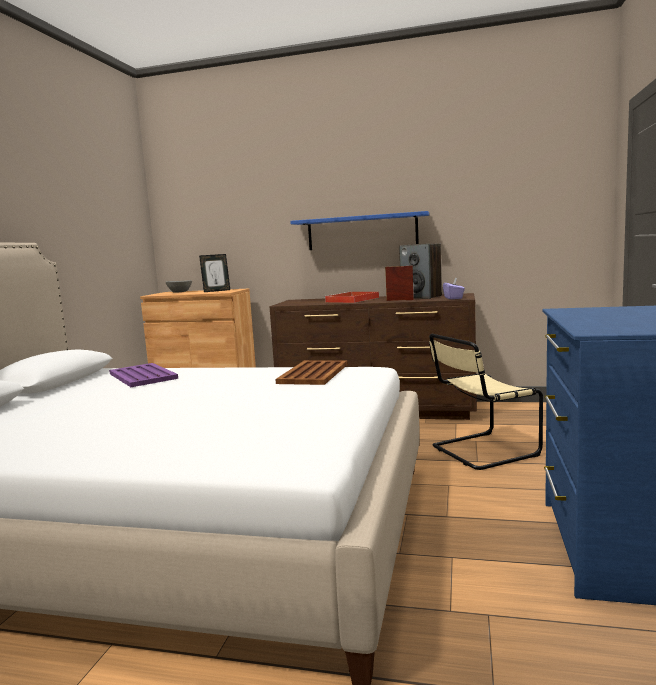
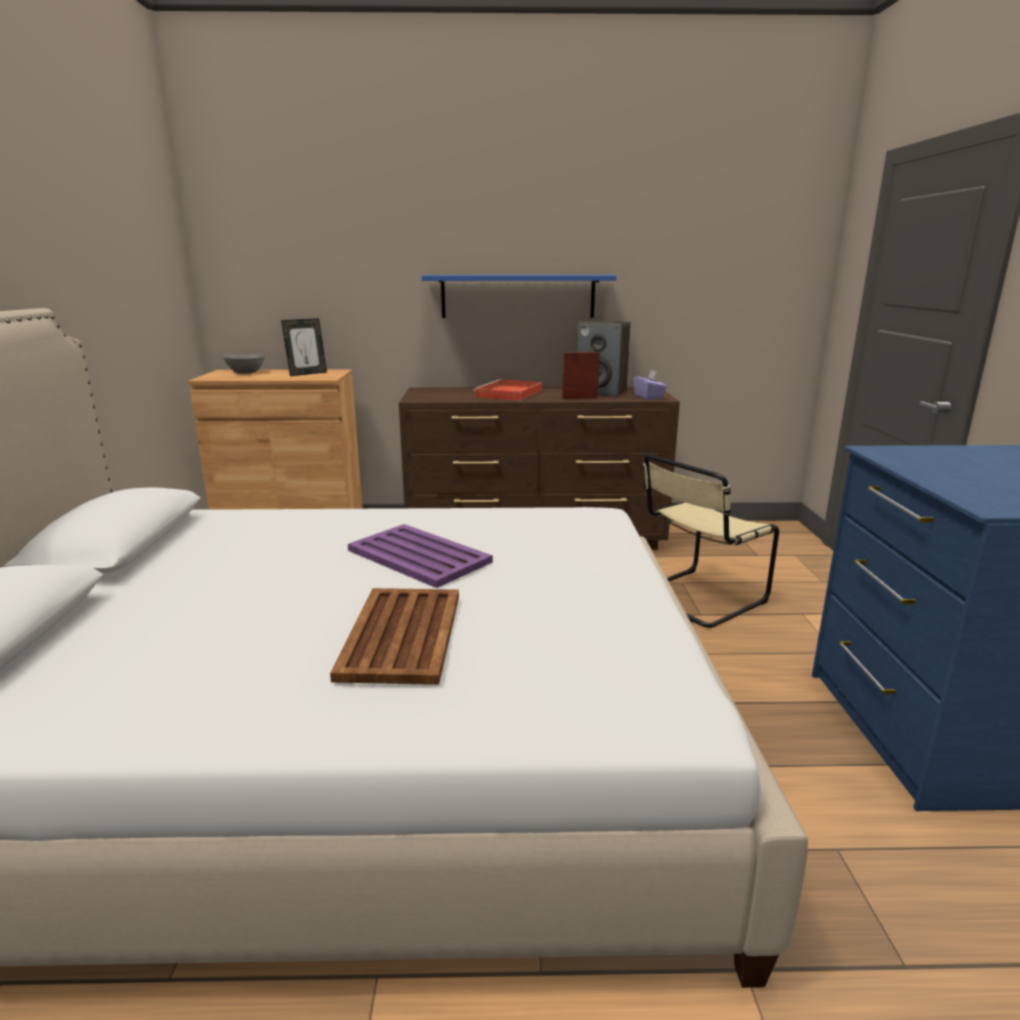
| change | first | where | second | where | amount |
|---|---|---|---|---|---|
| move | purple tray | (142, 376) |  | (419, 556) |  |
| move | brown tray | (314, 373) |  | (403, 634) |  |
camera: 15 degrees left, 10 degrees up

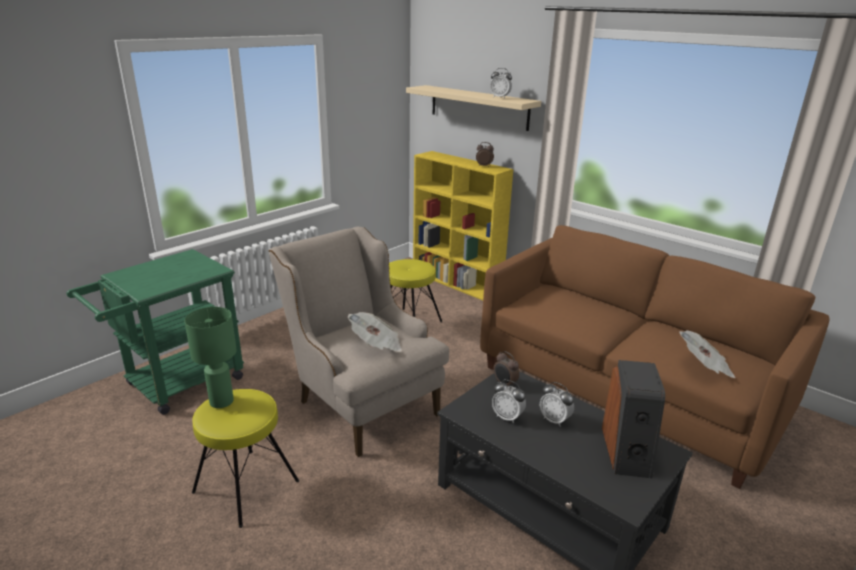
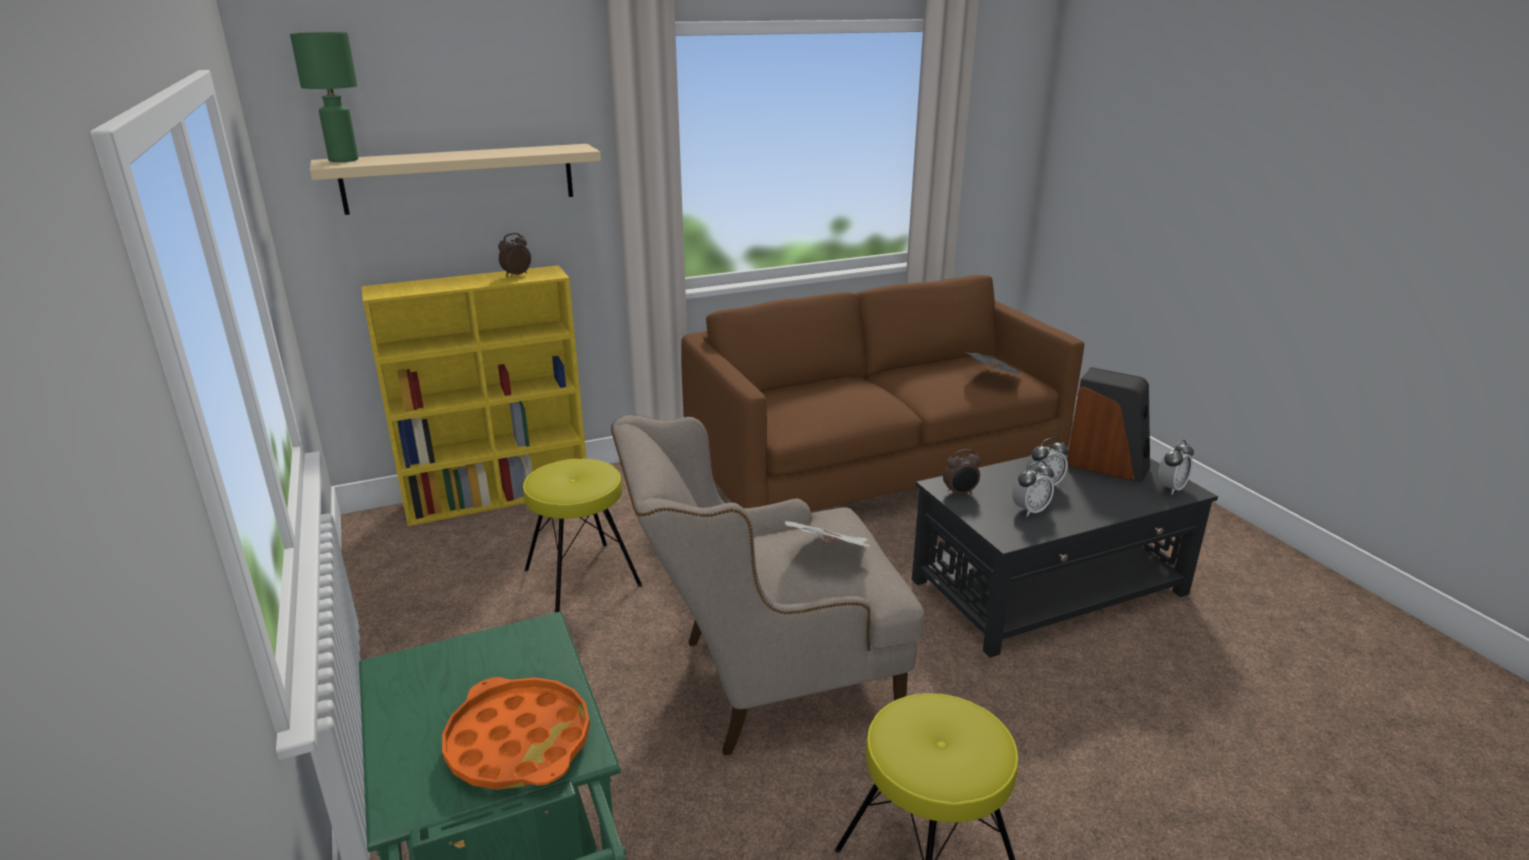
| change | first | where | second | where | amount |
|---|---|---|---|---|---|
| move | green table lamp | (221, 401) |  | (342, 160) |  |
| move | alarm clock | (500, 97) |  | (1170, 488) |  |
| insert |  |  | orange tray | (519, 742) |  |
camera: 65 degrees left, 0 degrees up

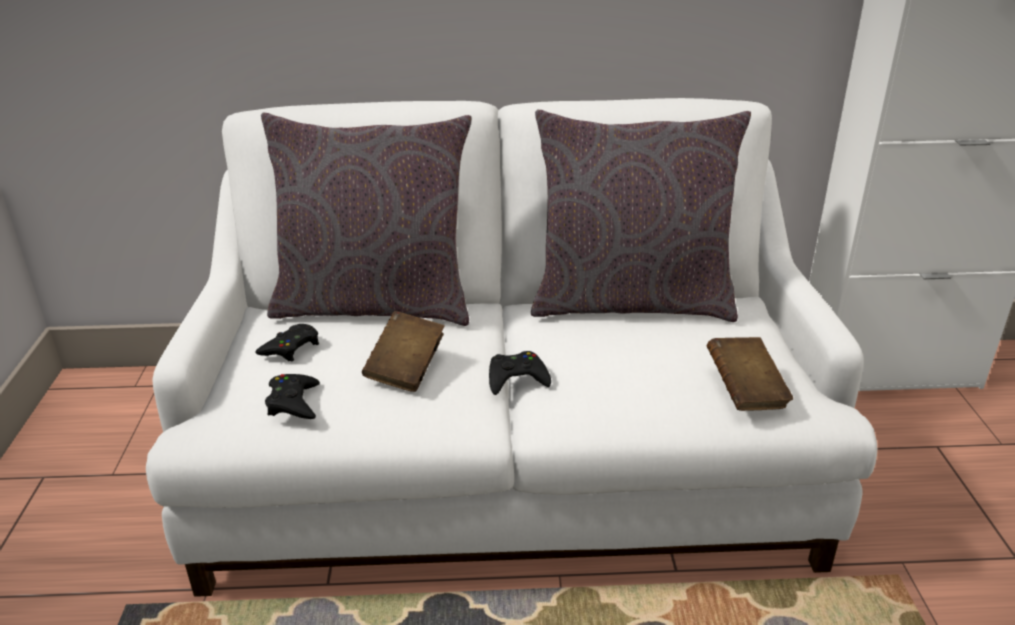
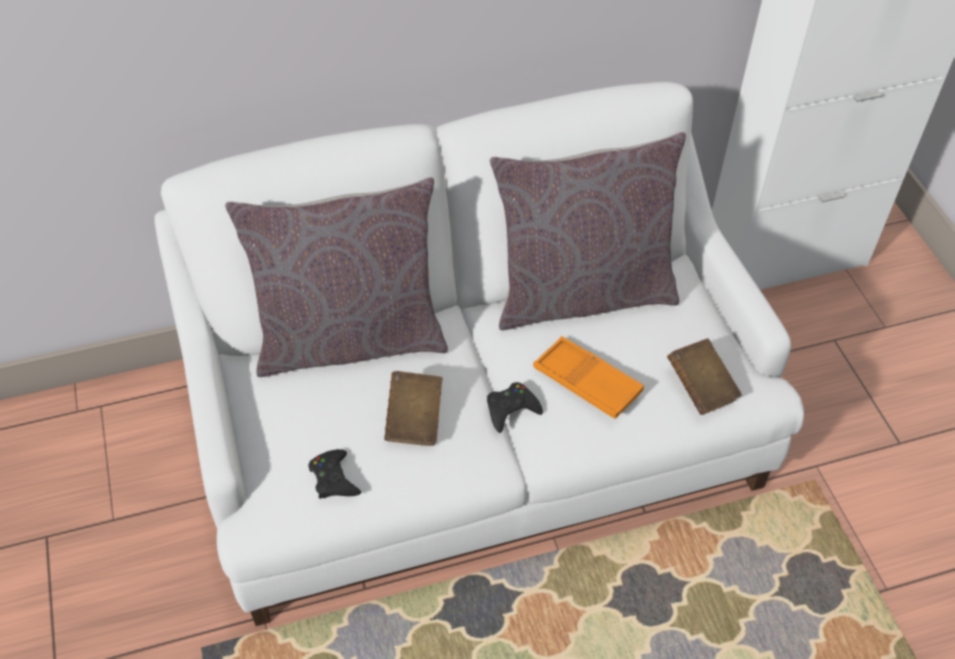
| change | first | where | second | where | amount |
|---|---|---|---|---|---|
| delete | black game controller | (291, 347) |  |  |  |
| insert |  |  | orange tray | (586, 382) |  |
camera: 15 degrees left, 20 degrees up

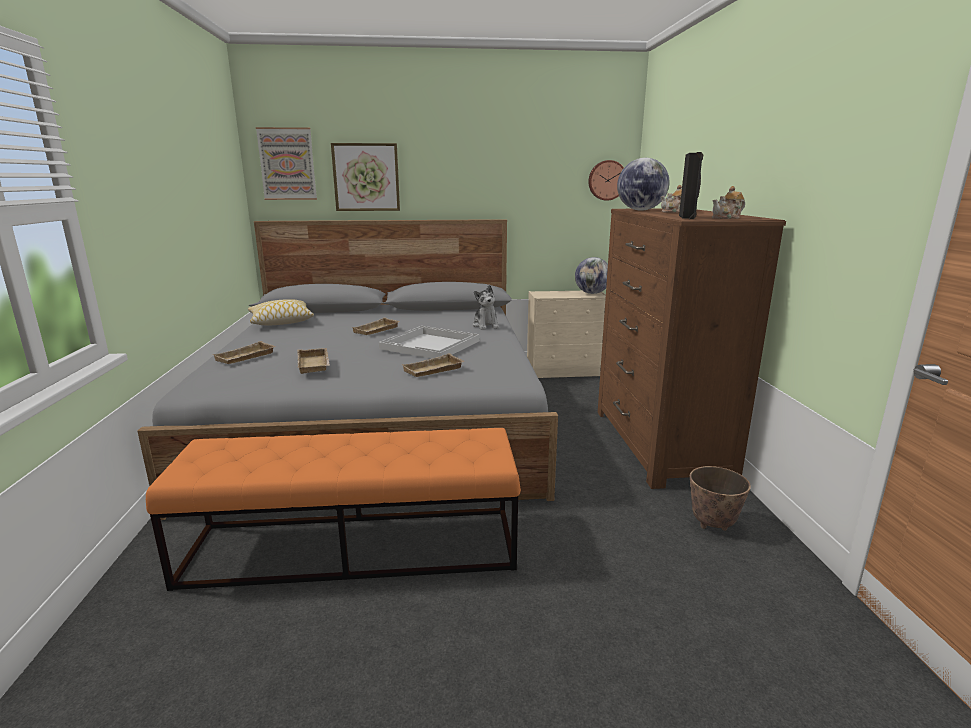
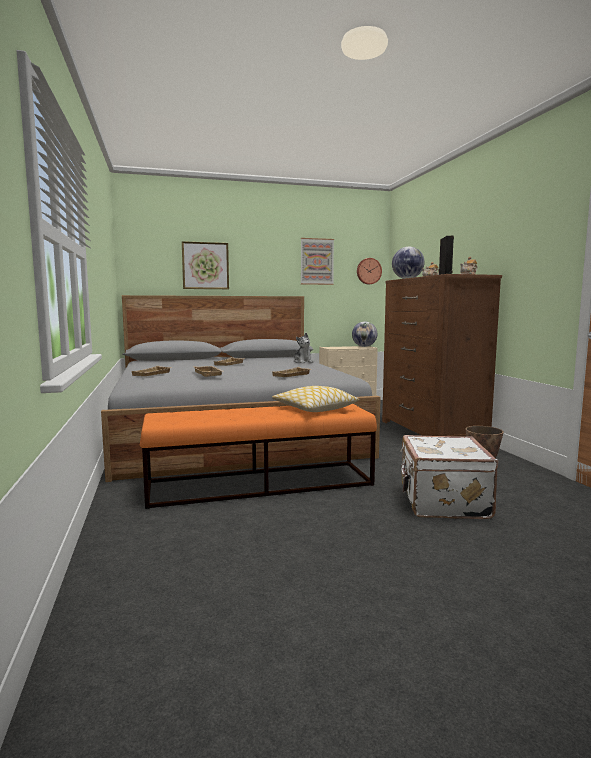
| change | first | where | second | where | amount |
|---|---|---|---|---|---|
| move | pillow | (281, 321) |  | (314, 409) |  |
| move | picture | (287, 164) |  | (317, 261) |  |
| delete | white tray | (430, 345) |  |  |  |
| insert |  |  | white suitcase | (442, 502) |  |
camera: 10 degrees left, 10 degrees down

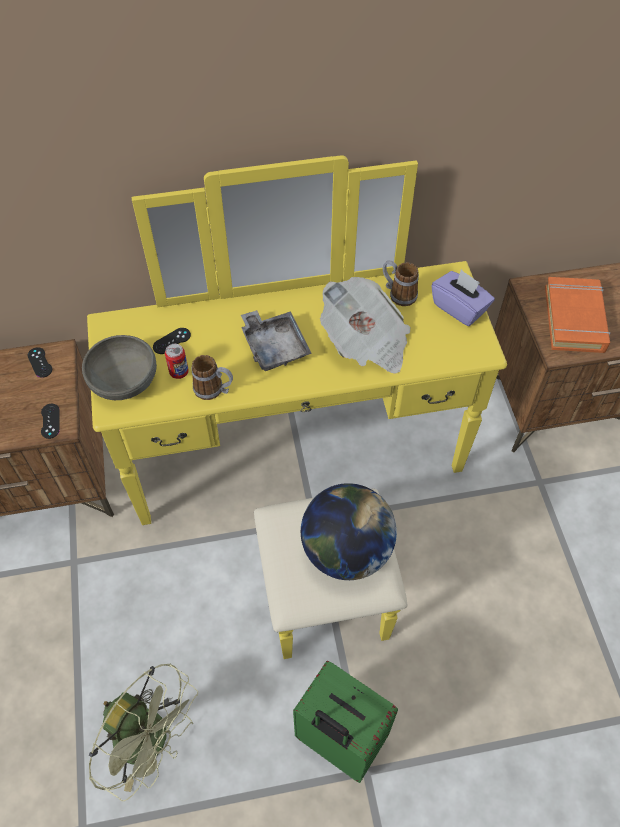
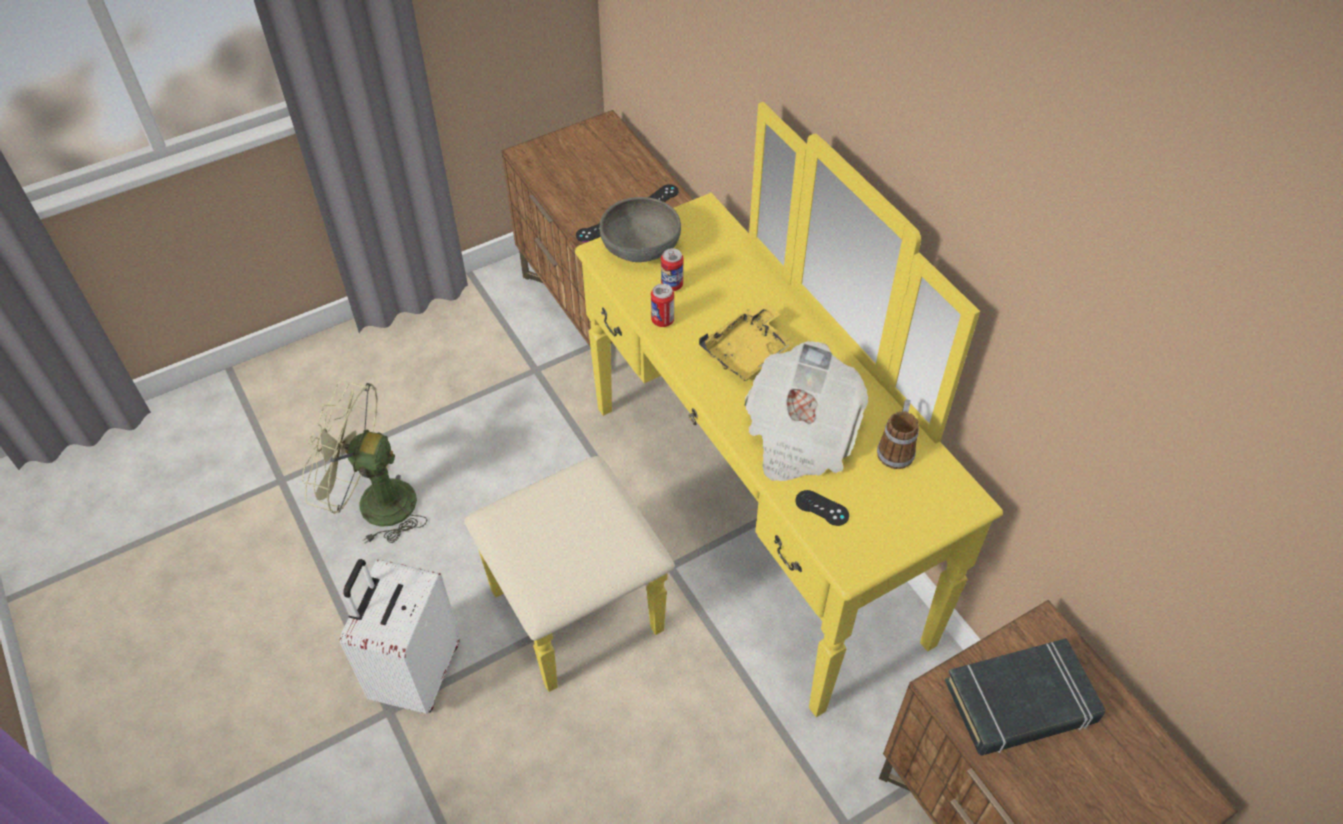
| change | first | where | second | where | amount |
|---|---|---|---|---|---|
| rotate | green fan | (152, 741) |  | (374, 503) | 90 degrees clockwise |
| move | black game controller | (171, 341) |  | (822, 508) |  |
| replace | mug | (214, 390) | can | (662, 320) |  |
| recolor | grey tray | (274, 346) | yellow tray | (748, 352) |  |
| recolor | green suitcase | (338, 740) | white suitcase | (416, 673) |  |
| delete | globe | (346, 551) |  |  |  |
| delete | purple tissue box | (459, 308) |  |  |  |
| recolor | orange book | (575, 319) | black book | (1021, 702) |  |
camera: 70 degrees right, 5 degrees down

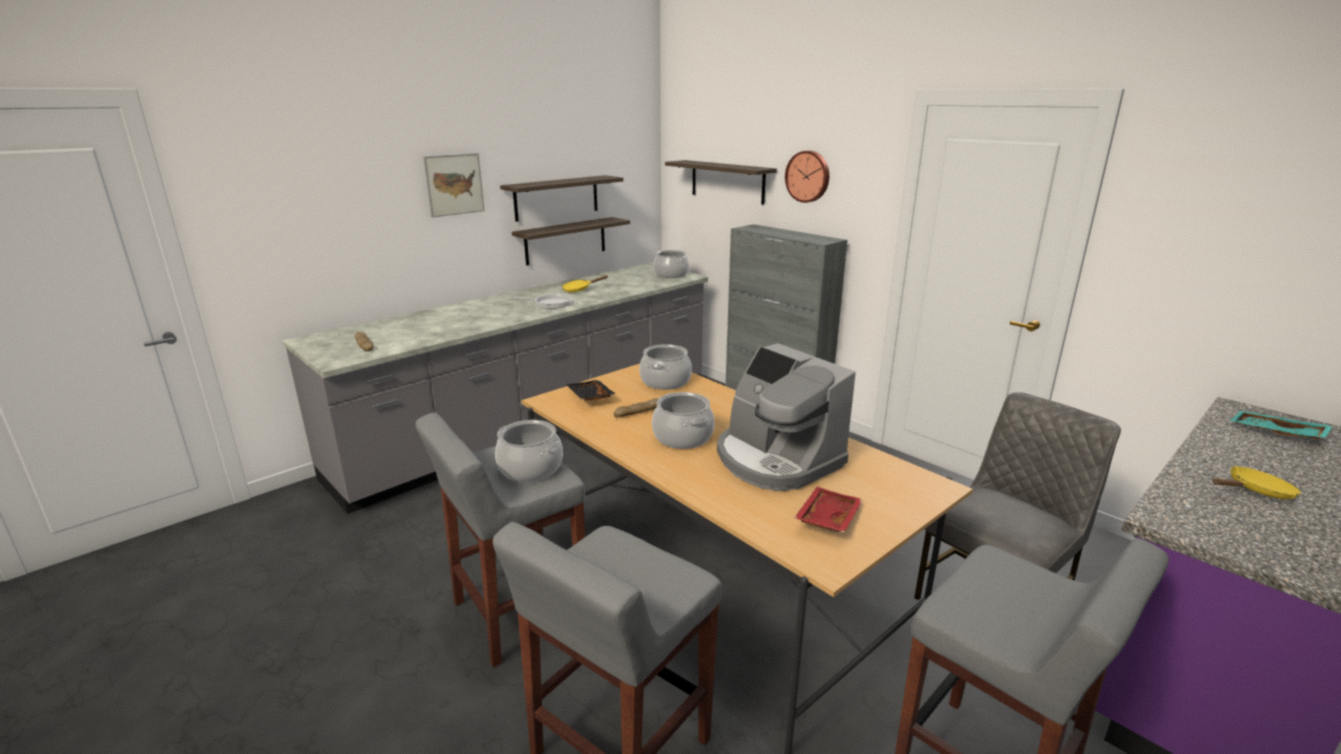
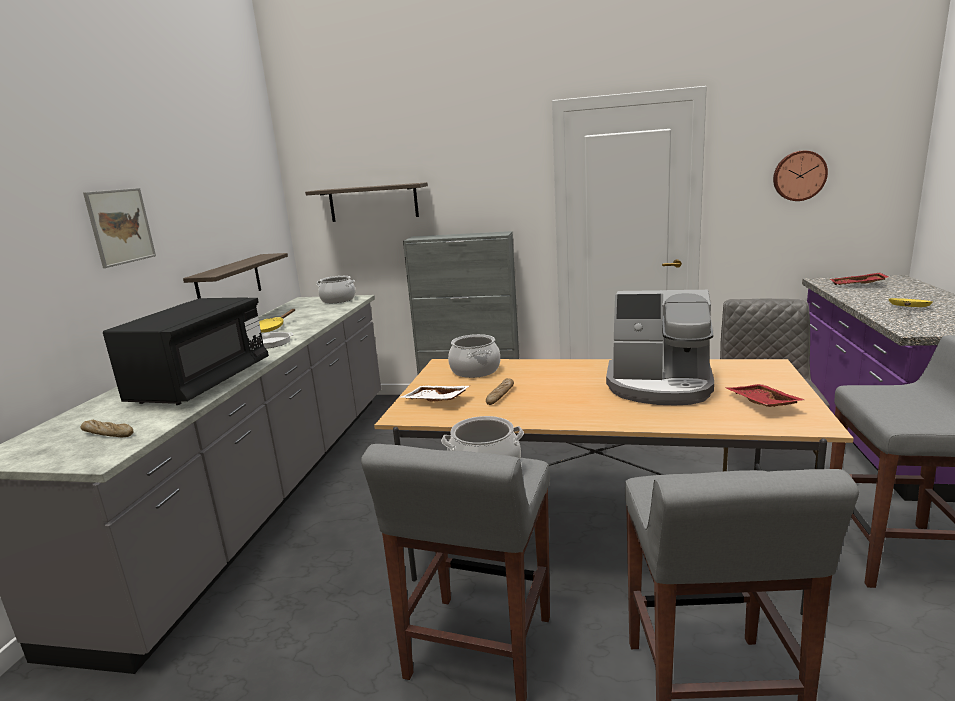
| change | first | where | second | where | amount |
|---|---|---|---|---|---|
| delete | shelf | (556, 198) |  |  |  |
| recolor | black tray | (589, 397) | white tray | (435, 401) |  |
| delete | cooking pot | (682, 437) |  |  |  |
| move | wall clock | (808, 176) |  | (799, 176) |  |
| recolor | turquoise tray | (1275, 434) | red tray | (858, 285) |  |
| insert |  |  | black microwave | (202, 384) |  |
camera: 35 degrees left, 5 degrees down

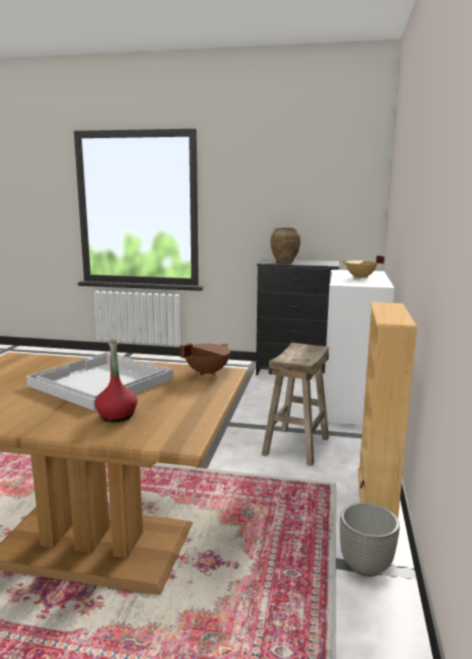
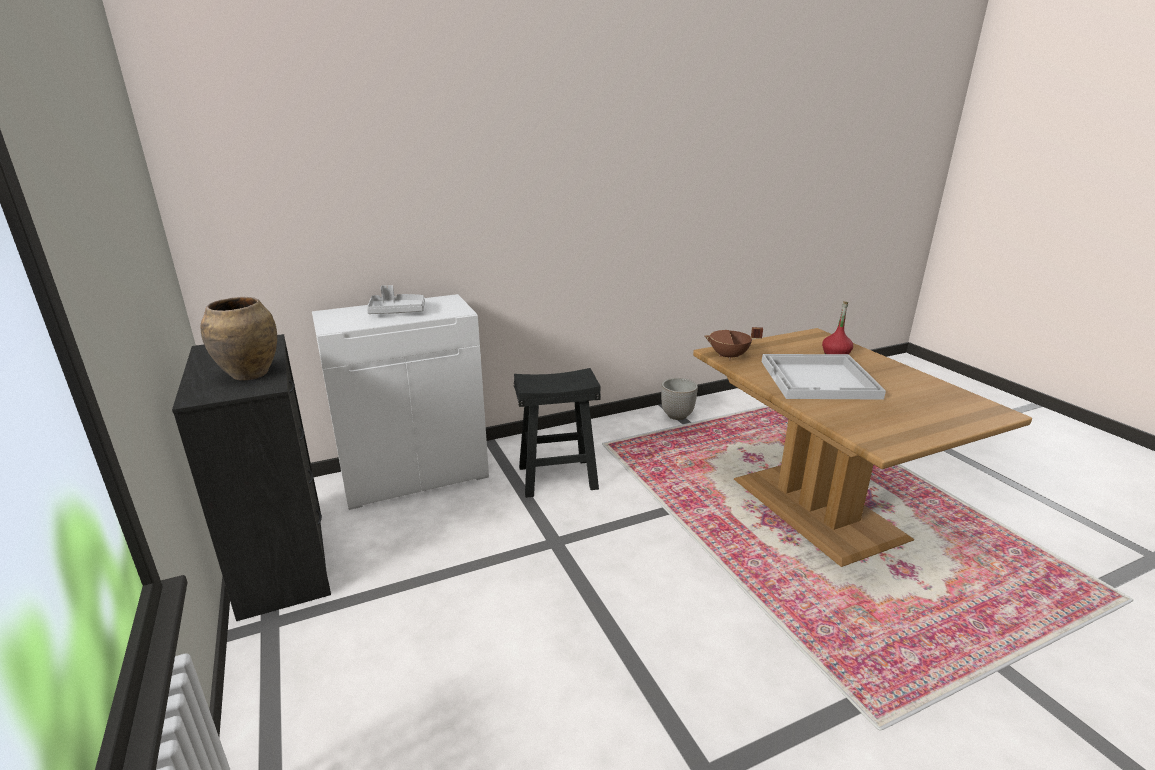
| change | first | where | second | where | amount |
|---|---|---|---|---|---|
| recolor | beige stool | (296, 446) | black stool | (558, 477) |  |
| replace | beige cooking pot | (360, 277) | grey tray | (397, 311) |  |
| delete | beige bookcase | (376, 496) |  |  |  |
camera: 125 degrees left, 10 degrees up

